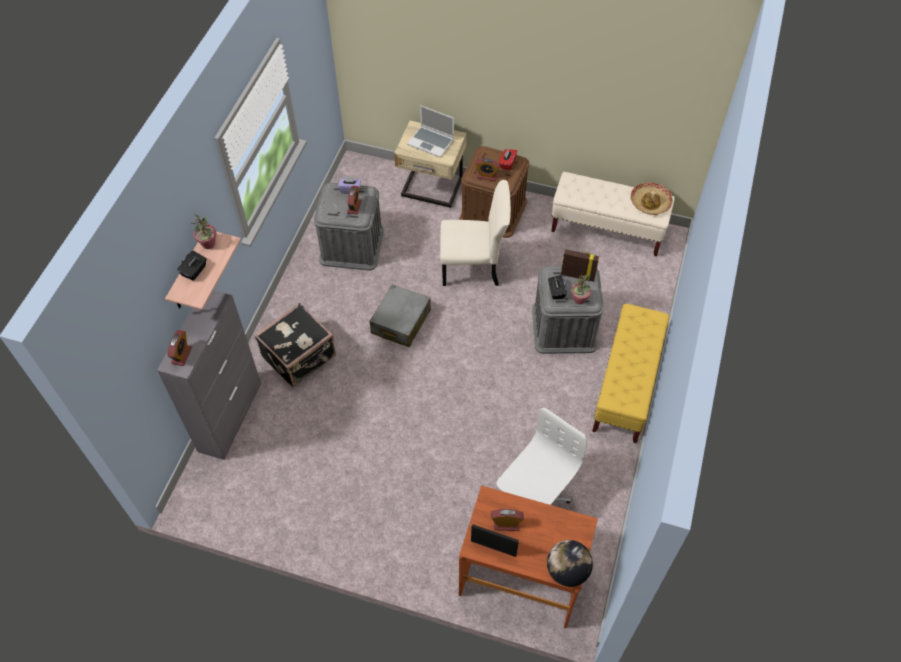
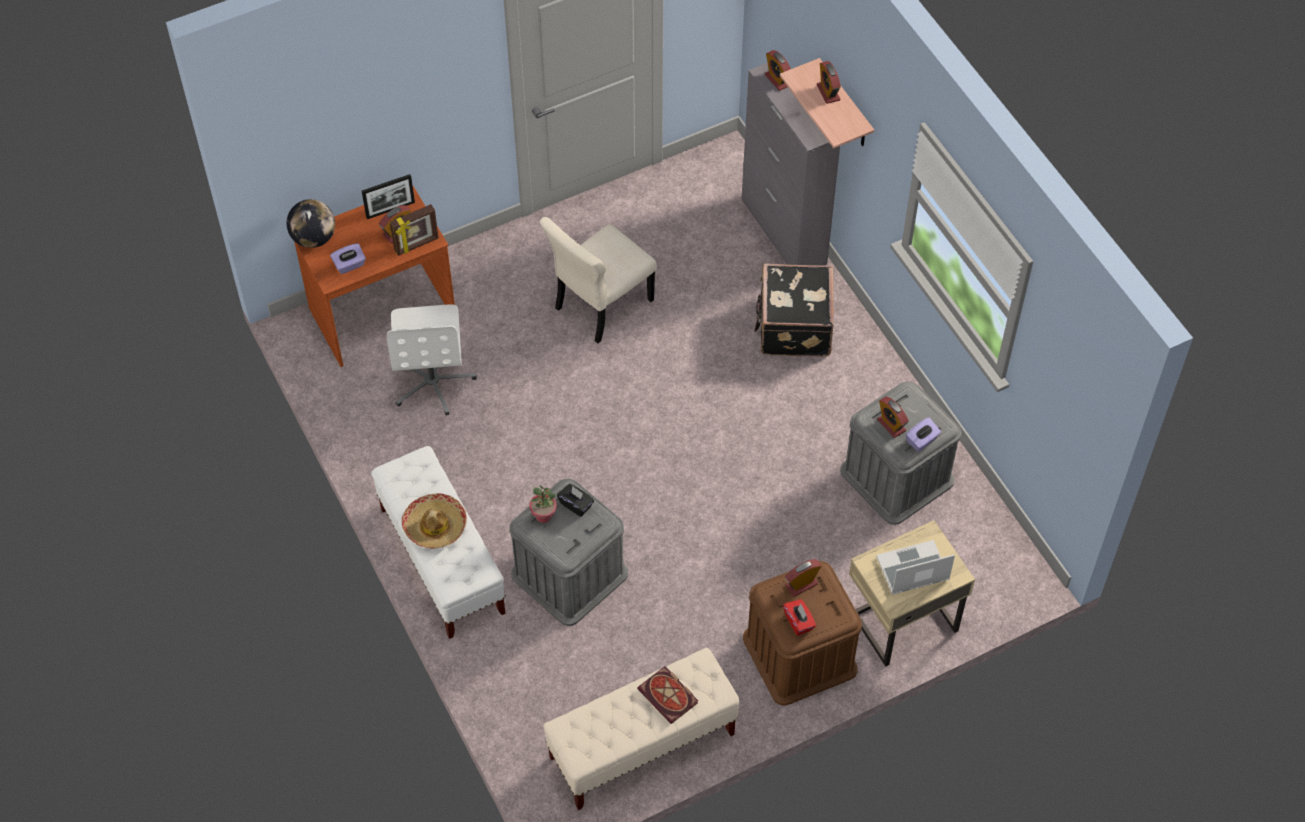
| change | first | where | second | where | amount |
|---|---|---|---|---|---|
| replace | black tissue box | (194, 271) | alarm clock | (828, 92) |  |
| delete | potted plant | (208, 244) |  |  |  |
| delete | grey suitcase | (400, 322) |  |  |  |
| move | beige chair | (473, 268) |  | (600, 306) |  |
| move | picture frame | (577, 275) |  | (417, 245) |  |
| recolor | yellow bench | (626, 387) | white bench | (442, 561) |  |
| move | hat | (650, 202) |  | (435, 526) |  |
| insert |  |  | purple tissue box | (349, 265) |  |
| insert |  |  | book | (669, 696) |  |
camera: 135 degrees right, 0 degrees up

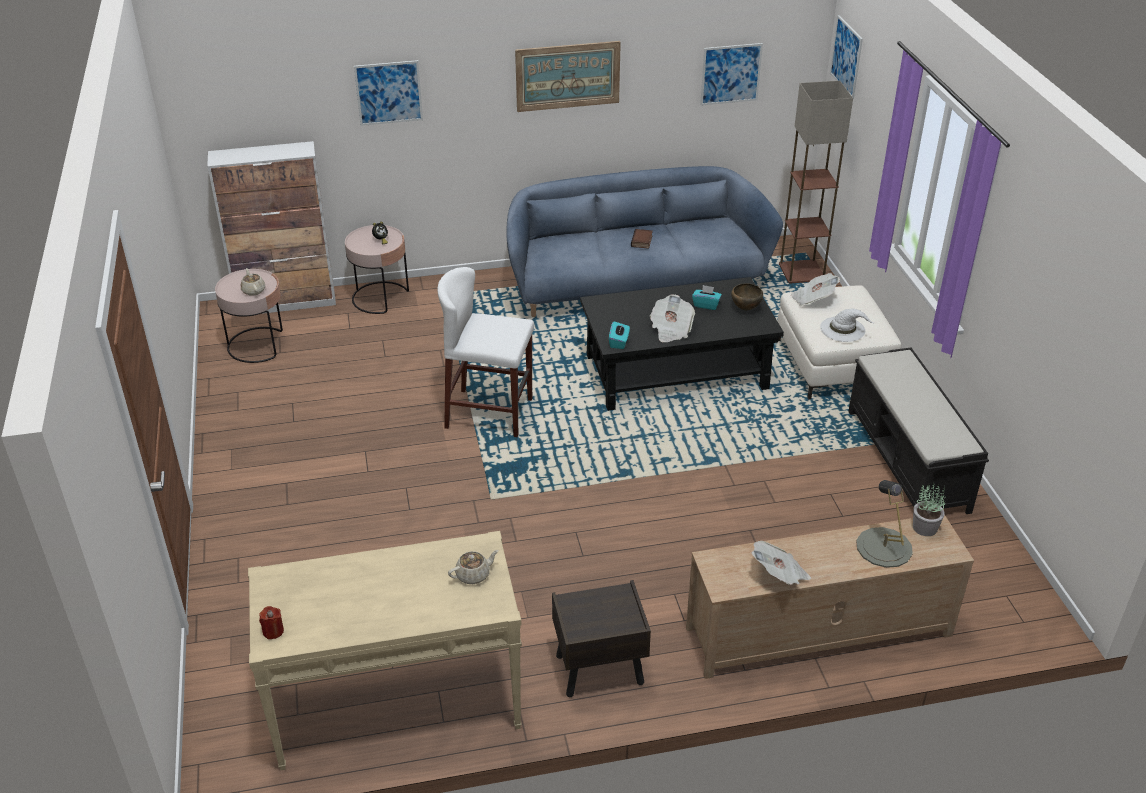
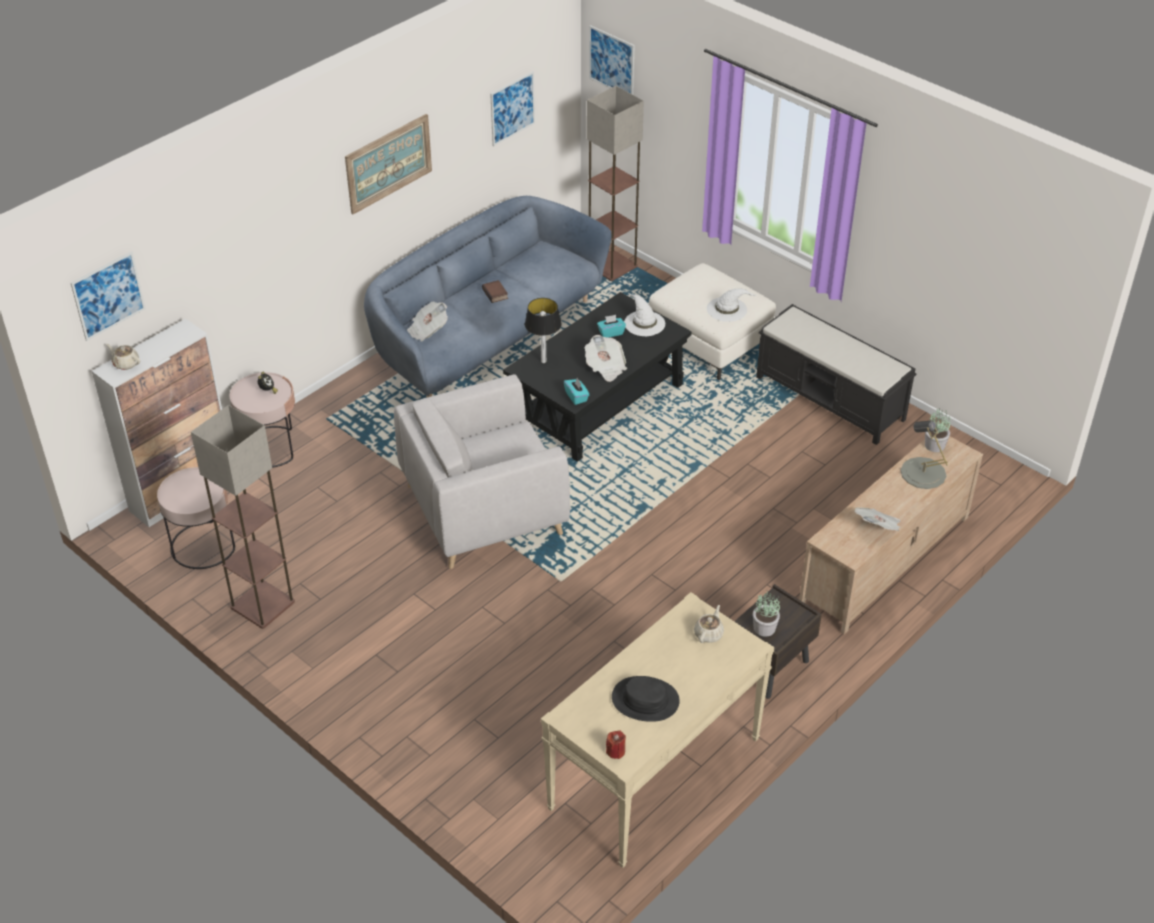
| change | first | where | second | where | amount |
|---|---|---|---|---|---|
| move | beige teapot | (253, 290) |  | (126, 363) |  |
| move | picture | (388, 93) |  | (108, 295) |  |
| replace | white stool | (489, 413) | grey armchair | (483, 509) |  |
| replace | brown bowl | (745, 308) | white hat | (644, 323) |  |
| move | newspaper | (813, 299) |  | (427, 330) |  |
| insert |  |  | floor lamp | (261, 605) |  |
| insert |  |  | table lamp | (544, 361) |  |
| insert |  |  | black hat | (645, 700) |  |
| insert |  |  | potted plant | (764, 628) |  |
camera: 35 degrees left, 5 degrees up

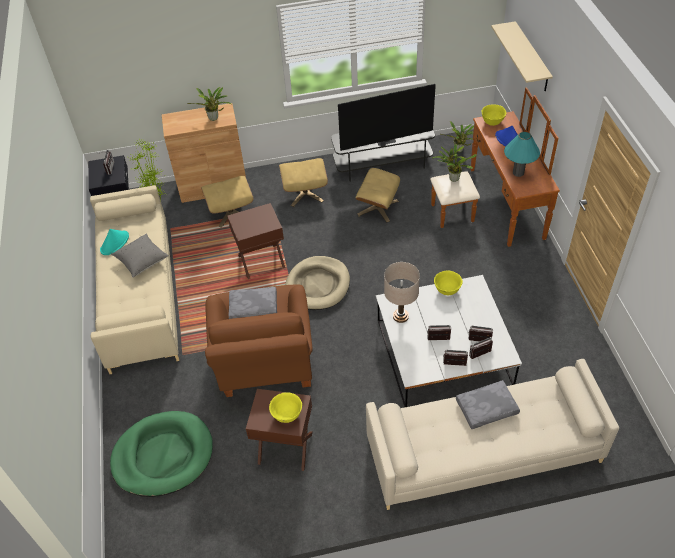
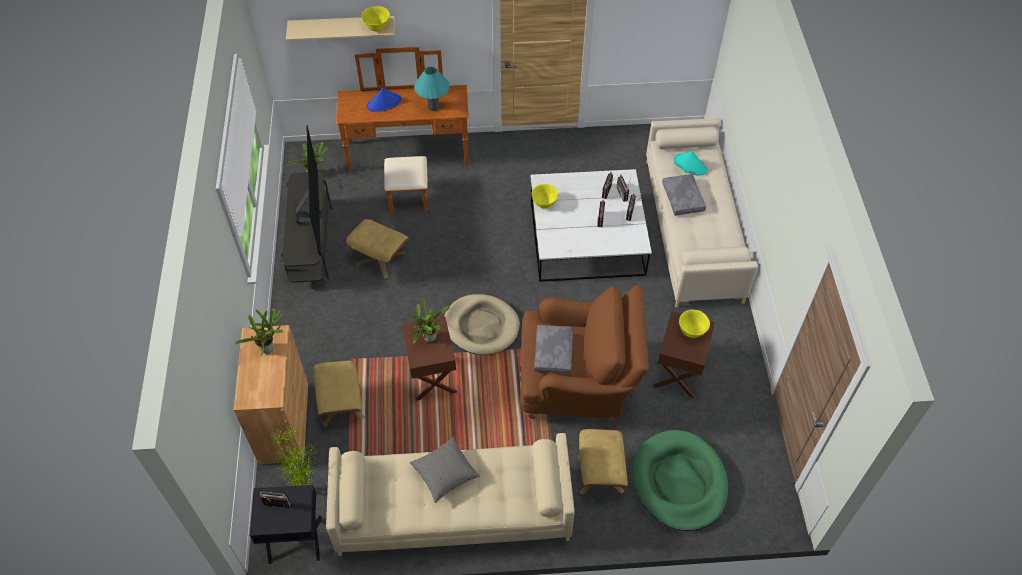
| change | first | where | second | where | amount |
|---|---|---|---|---|---|
| move | turquoise hat | (115, 243) |  | (690, 165) |  |
| move | beige ottoman | (305, 193) |  | (600, 474) |  |
| delete | beige table lamp | (400, 316) |  |  |  |
| move | potted plant | (452, 178) |  | (428, 338) |  |
| move | yellow bowl | (492, 122) |  | (377, 27) |  |
camera: 85 degrees left, 5 degrees up

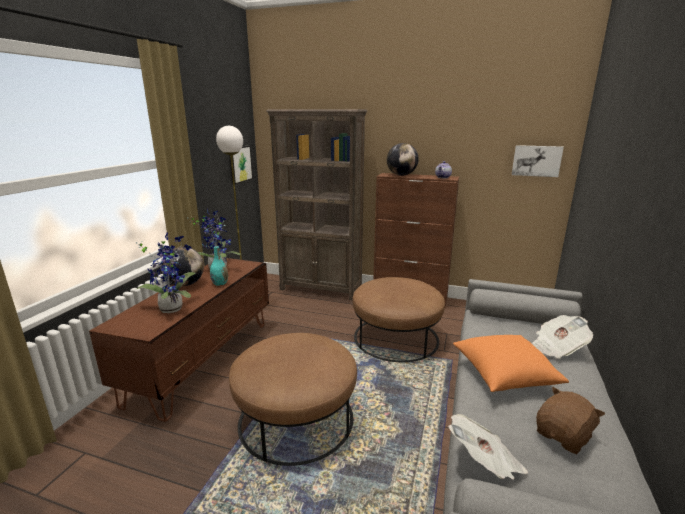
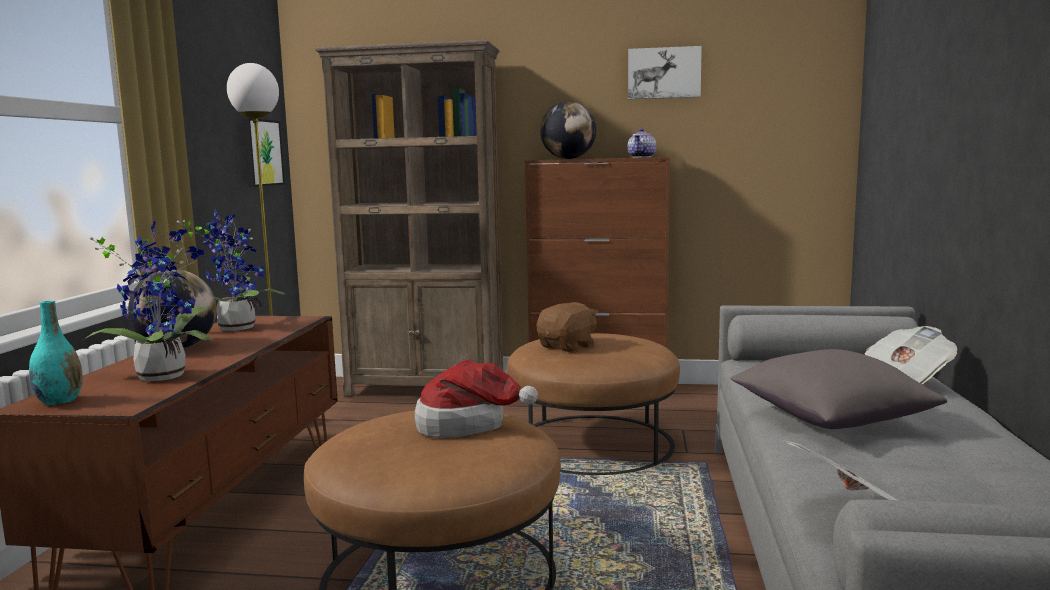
| change | first | where | second | where | amount |
|---|---|---|---|---|---|
| move | turquoise vase | (220, 283) |  | (59, 401) |  |
| recolor | orange pillow | (504, 375) | grey pillow | (830, 419) |  |
| move | picture | (536, 160) |  | (664, 73) |  |
| move | brown plush toy | (563, 436) |  | (568, 347) |  |
| insert |  |  | hat | (468, 425) |  |
camera: 10 degrees left, 10 degrees down

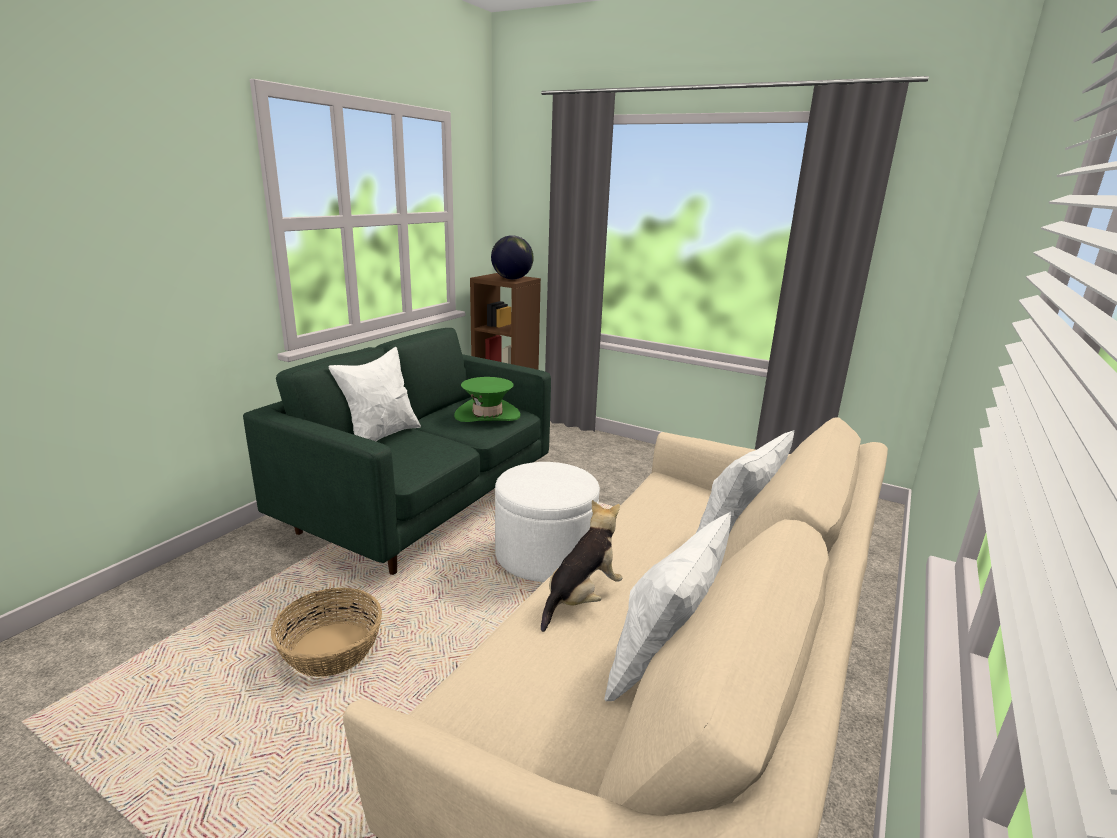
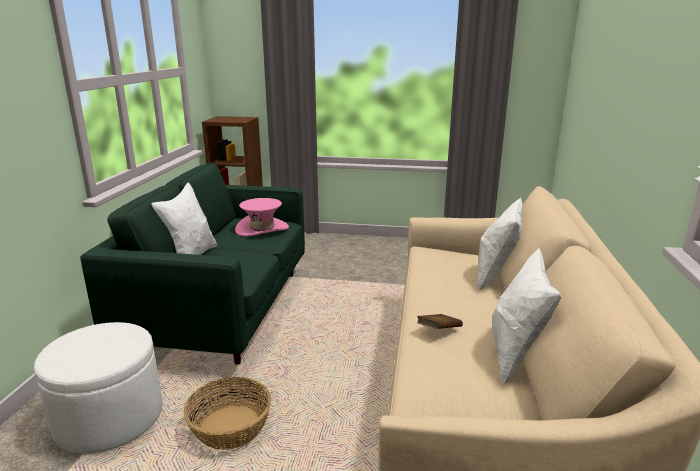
| change | first | where | second | where | amount |
|---|---|---|---|---|---|
| recolor | green hat | (487, 415) | pink hat | (262, 229) |  |
| delete | globe | (512, 279) |  |  |  |
| move | white ottoman | (545, 554) |  | (109, 418) |  |
| replace | plush toy | (581, 598) | brown book | (438, 331) |  |
camera: 20 degrees left, 0 degrees up

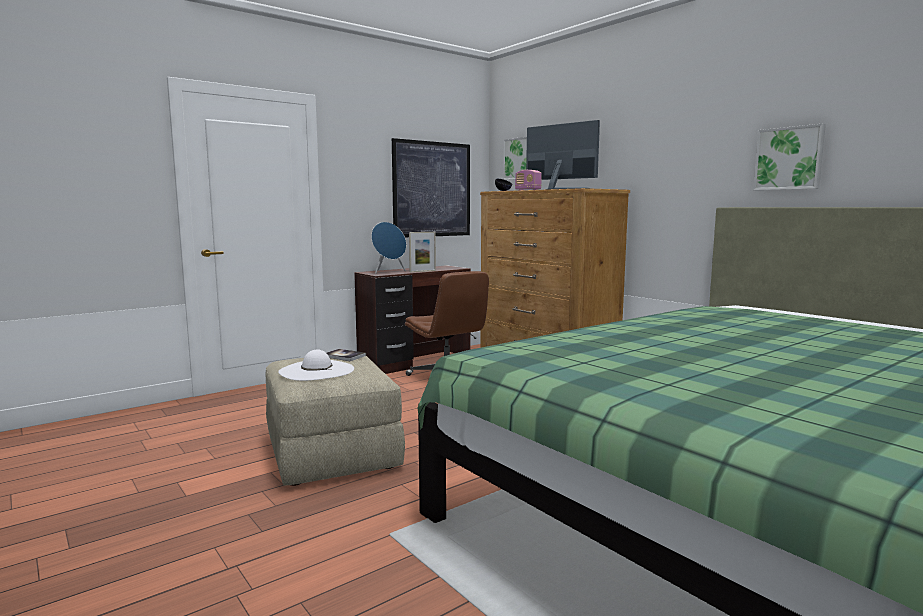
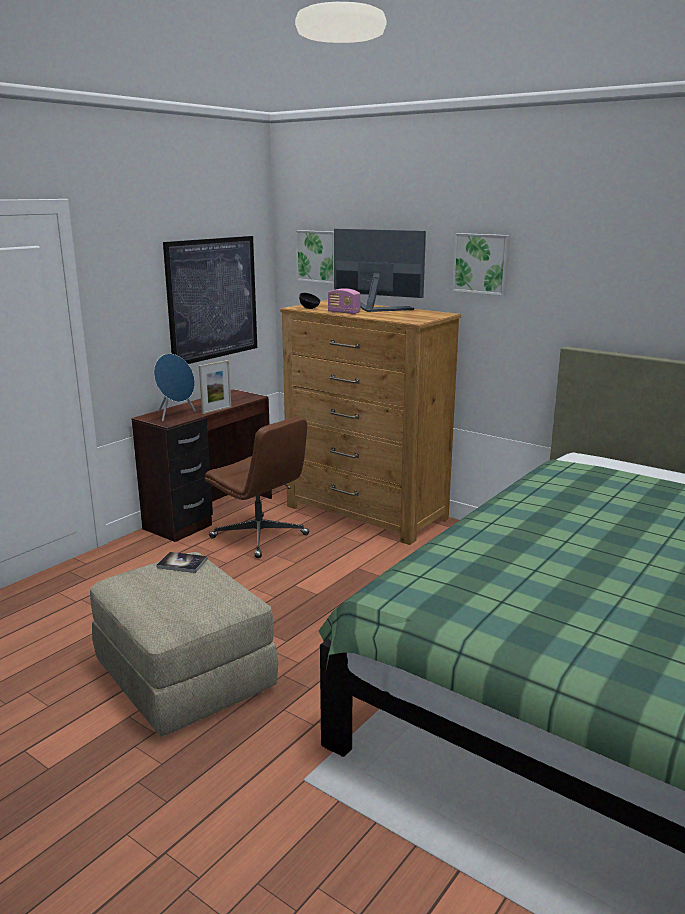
| change | first | where | second | where | amount |
|---|---|---|---|---|---|
| delete | white hat | (316, 370) |  |  |  |
| move | picture | (789, 158) |  | (482, 263) |  |
camera: 15 degrees left, 10 degrees up

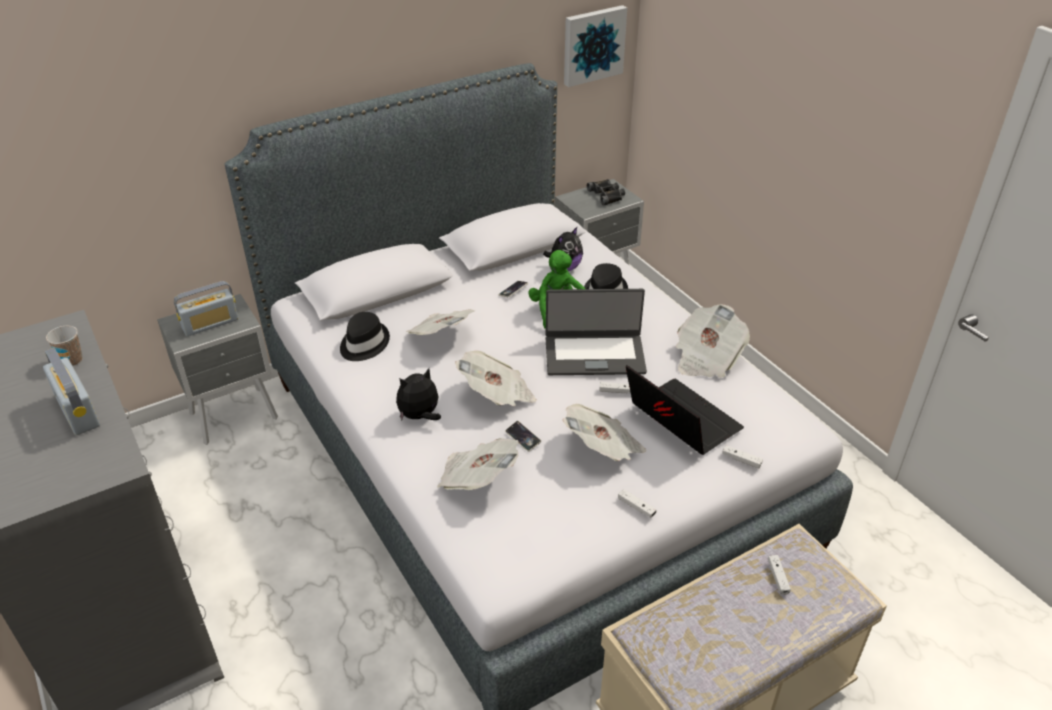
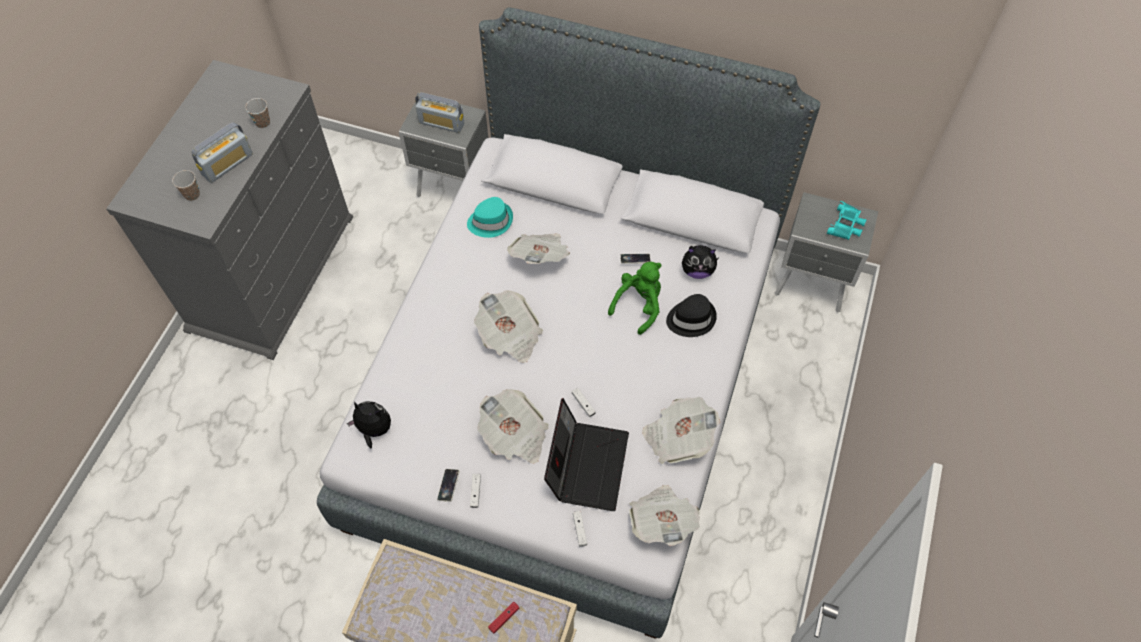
| change | first | where | second | where | amount |
|---|---|---|---|---|---|
| rotate | radio | (77, 411) |  | (227, 164) | 150 degrees counterclockwise |
| recolor | black hat | (363, 344) | turquoise hat | (490, 221) |  |
| move | plush toy | (420, 416) |  | (374, 430) |  |
| move | newspaper | (477, 479) |  | (662, 521) |  |
| move | phone | (523, 438) |  | (448, 486) |  |
| delete | laptop | (594, 354) |  |  |  |
| delete | picture | (592, 45) |  |  |  |
| recolor | black binoculars | (607, 195) | turquoise binoculars | (846, 225) |  |
| recolor | white game controller | (778, 577) | red game controller | (504, 618) |  |
| insert |  |  | cup | (192, 195) |  |
camera: 50 degrees right, 20 degrees up

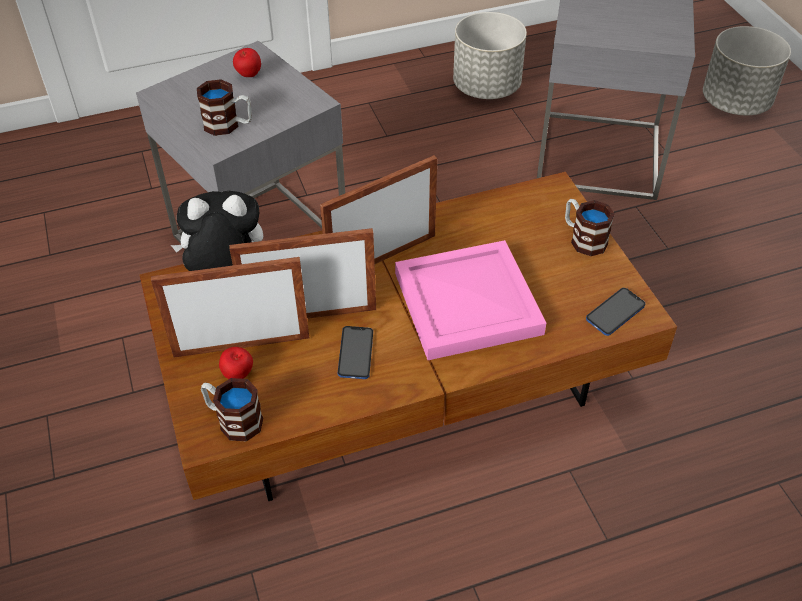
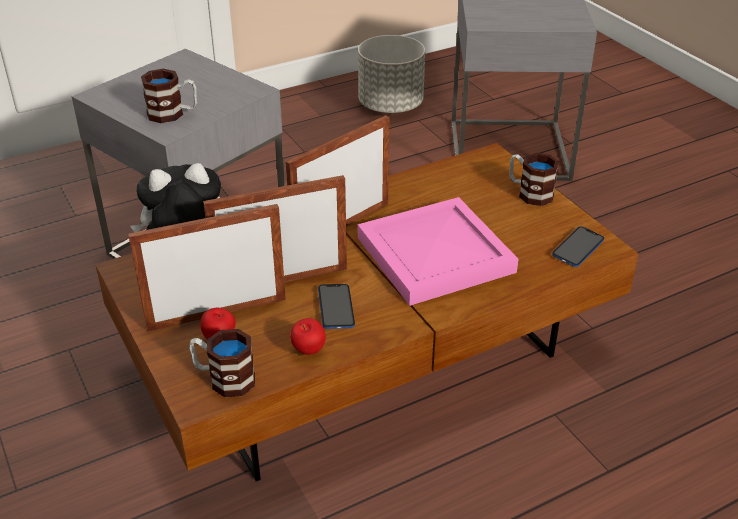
| change | first | where | second | where | amount |
|---|---|---|---|---|---|
| move | apple | (248, 76) |  | (308, 351) |  |
| delete | grey planter | (736, 103) |  |  |  |
camera: 10 degrees left, 10 degrees down

